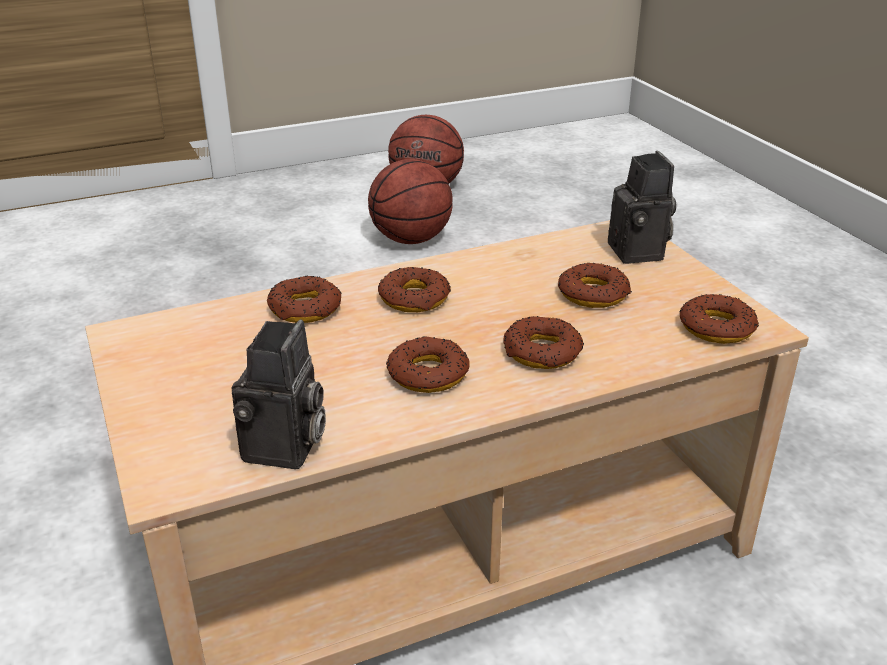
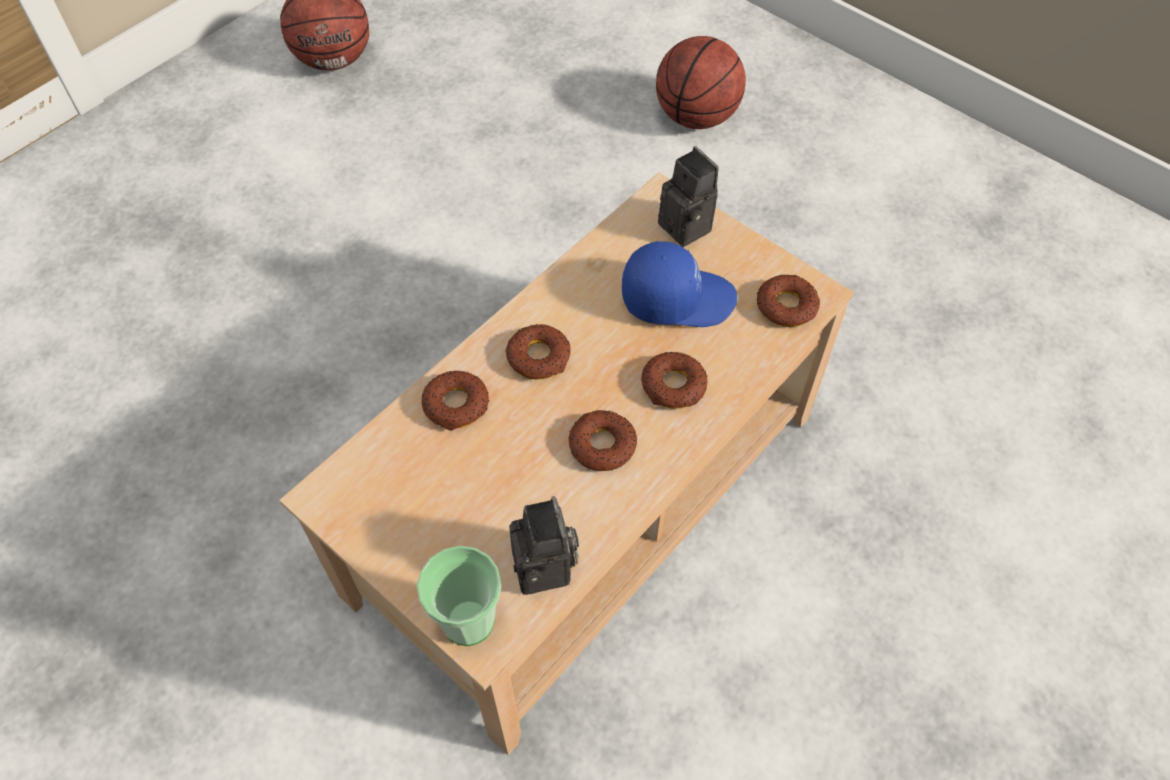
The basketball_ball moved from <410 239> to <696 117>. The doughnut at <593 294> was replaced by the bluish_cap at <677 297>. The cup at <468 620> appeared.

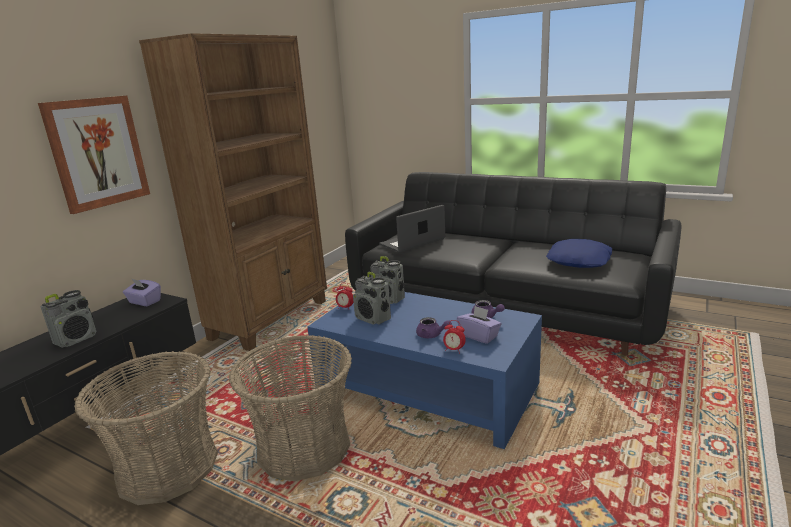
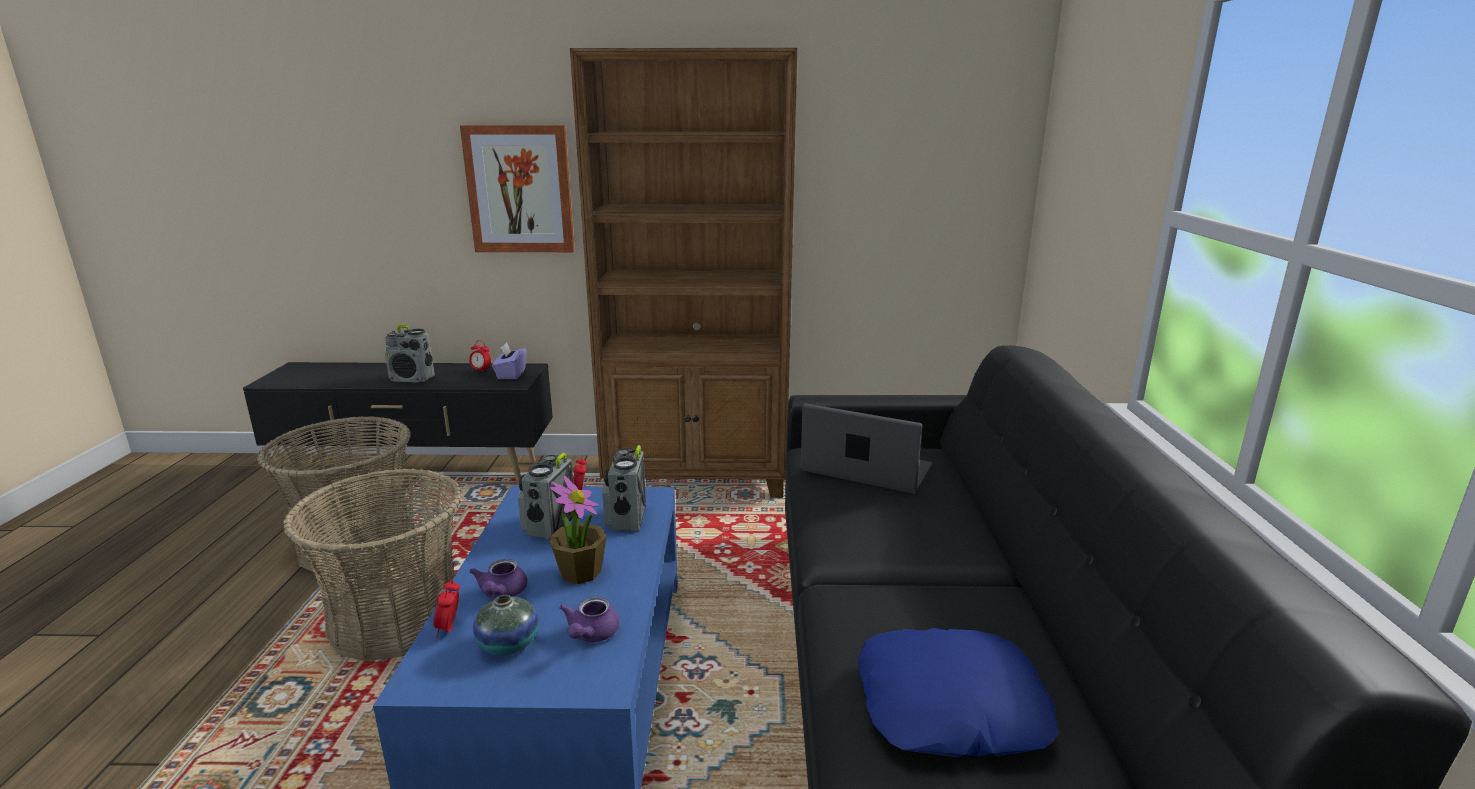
The purple-coloured_box_of_tissues at <479 336> was replaced by the vase at <508 644>. The table_clock at <481 371> appeared. The plant_in_a_pot at <580 572> appeared.

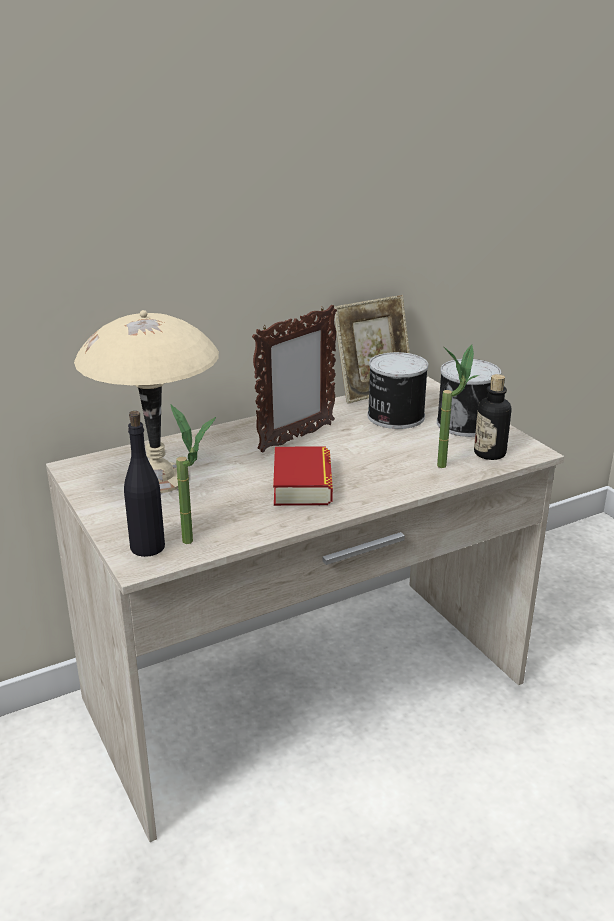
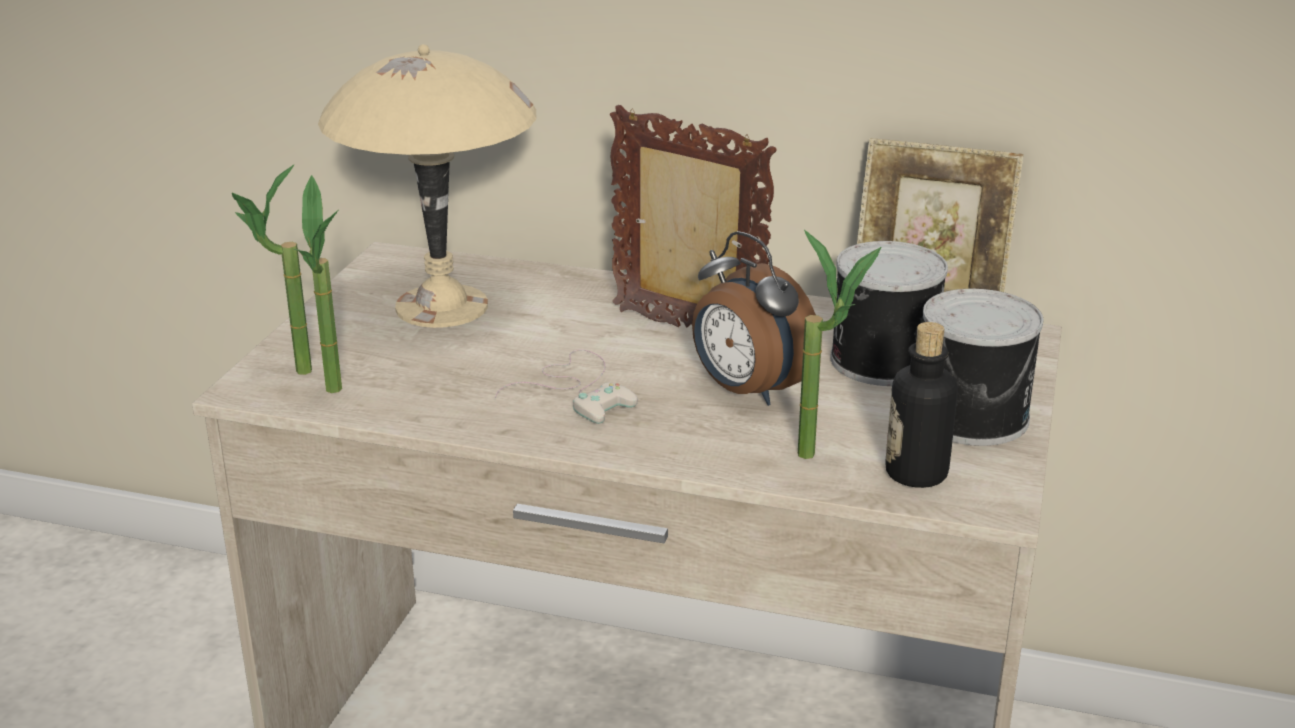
The standing_frame at <296 438> turned 150 degrees counterclockwise. The blackish_beverage_bottle at <148 547> was replaced by the plant_in_a_pot at <288 375>. The volume at <302 484> was replaced by the white_game_controller at <577 389>. The table_clock at <747 391> appeared.

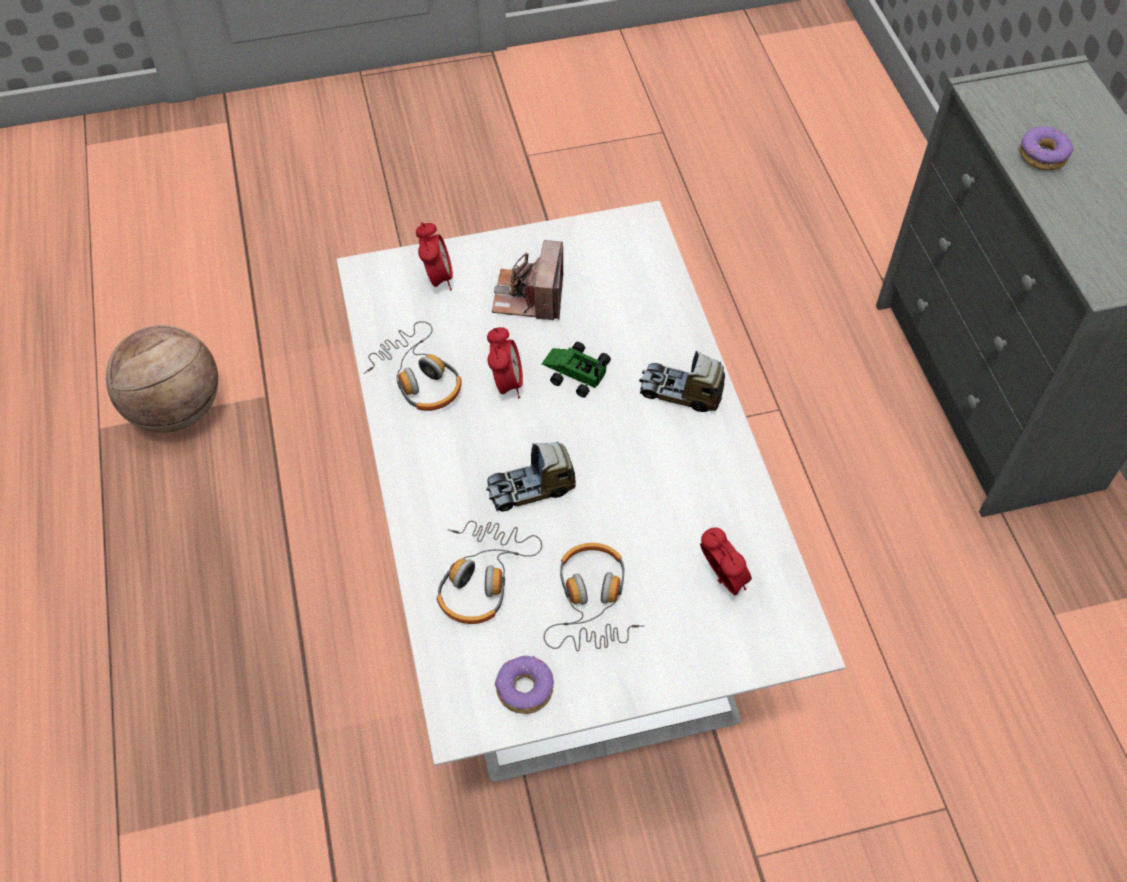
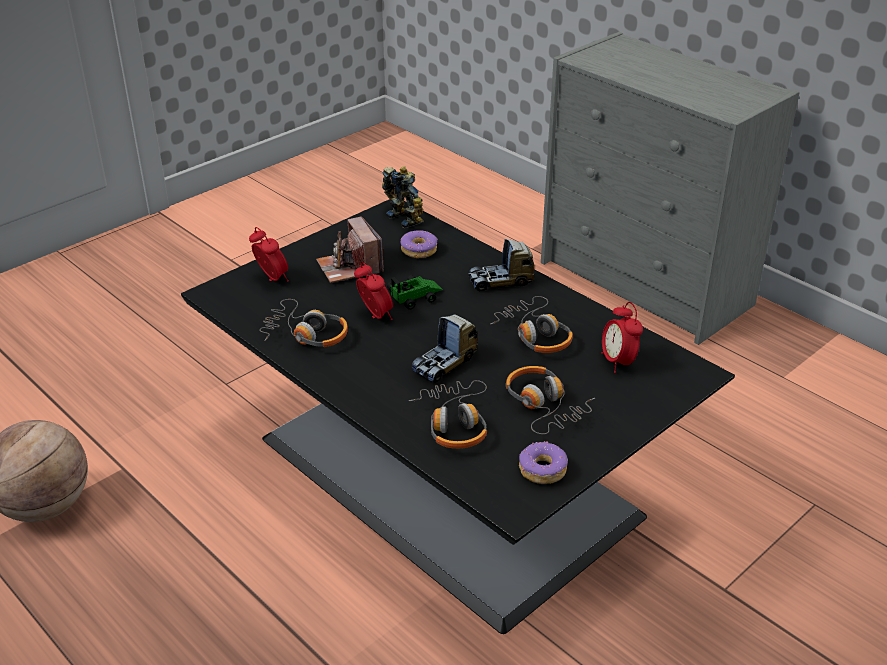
The doughnut moved from <1043 156> to <419 250>. The white_lounge_table at <560 552> became the blackish_lounge_table at <440 472>. The model_car at <573 369> turned 150 degrees clockwise. The table_clock at <721 580> turned 135 degrees counterclockwise. The robot_figure at <406 217> appeared. The headset at <535 334> appeared.

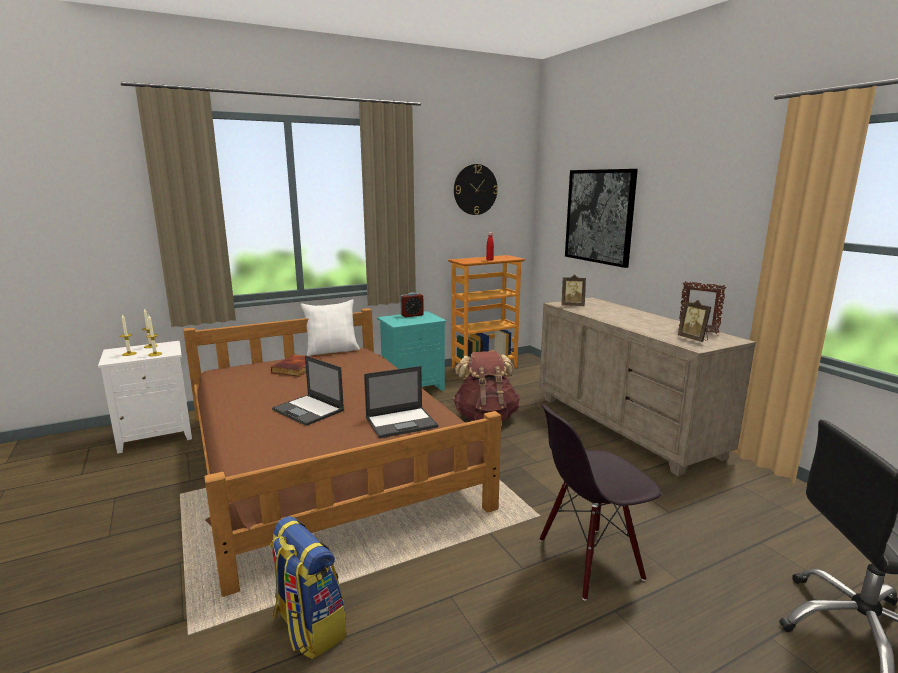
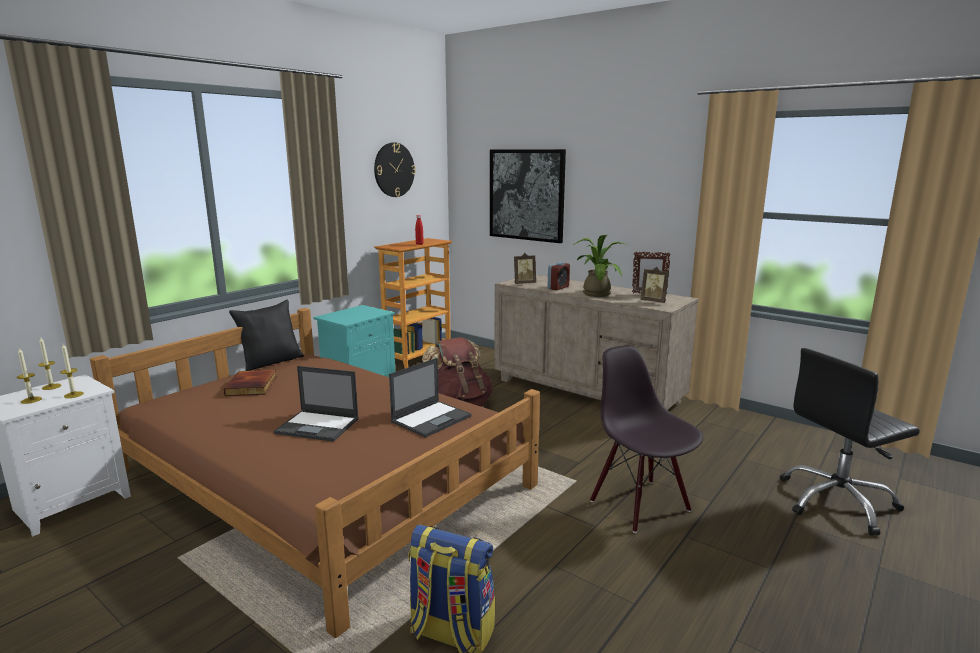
The table_clock moved from <412 315> to <558 288>. The white_throw_pillow at <332 351> became the blackish_throw_pillow at <271 362>. The blackish_plain_chair at <589 560> turned 105 degrees clockwise. The plant_in_a_pot at <597 293> appeared.

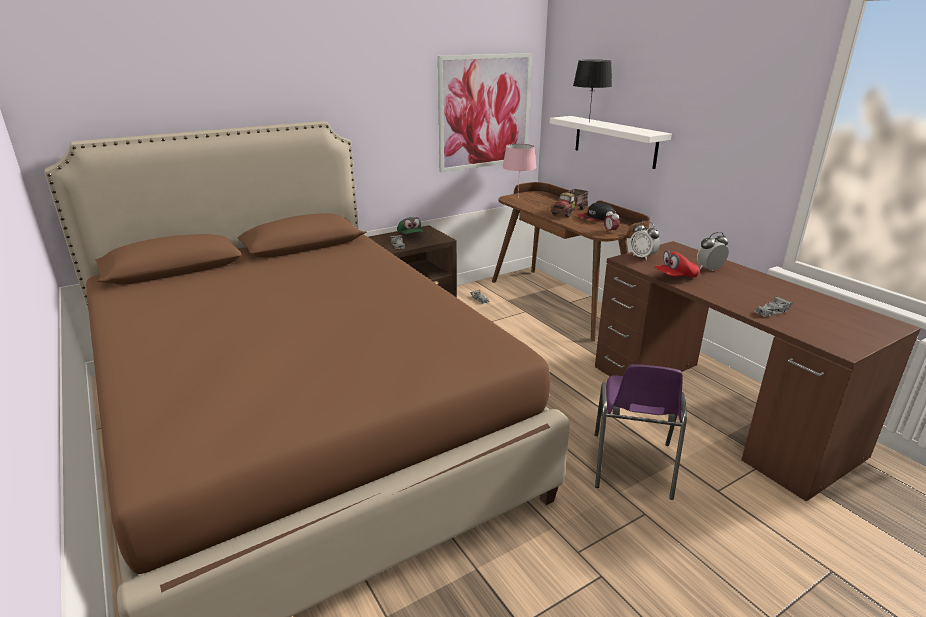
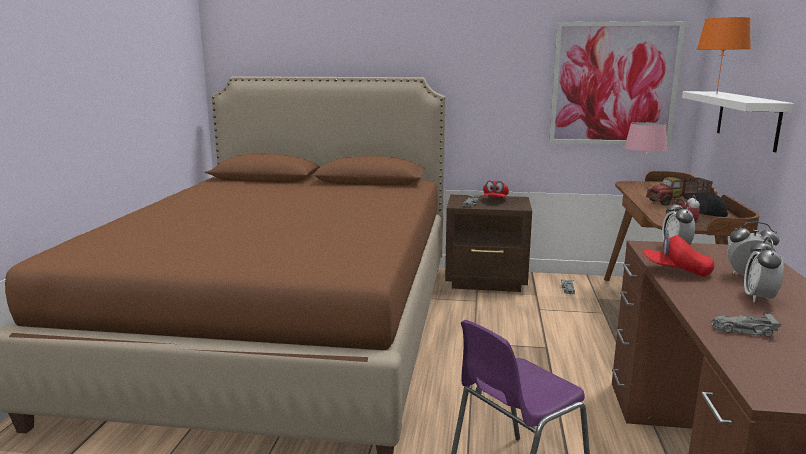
The blackish_lamp_for_a_table at <588 122> became the orangey_lamp_for_a_table at <716 94>. The green-coloured_cap at <410 235> became the reddish_cap at <495 200>. The table_clock at <759 298> appeared.

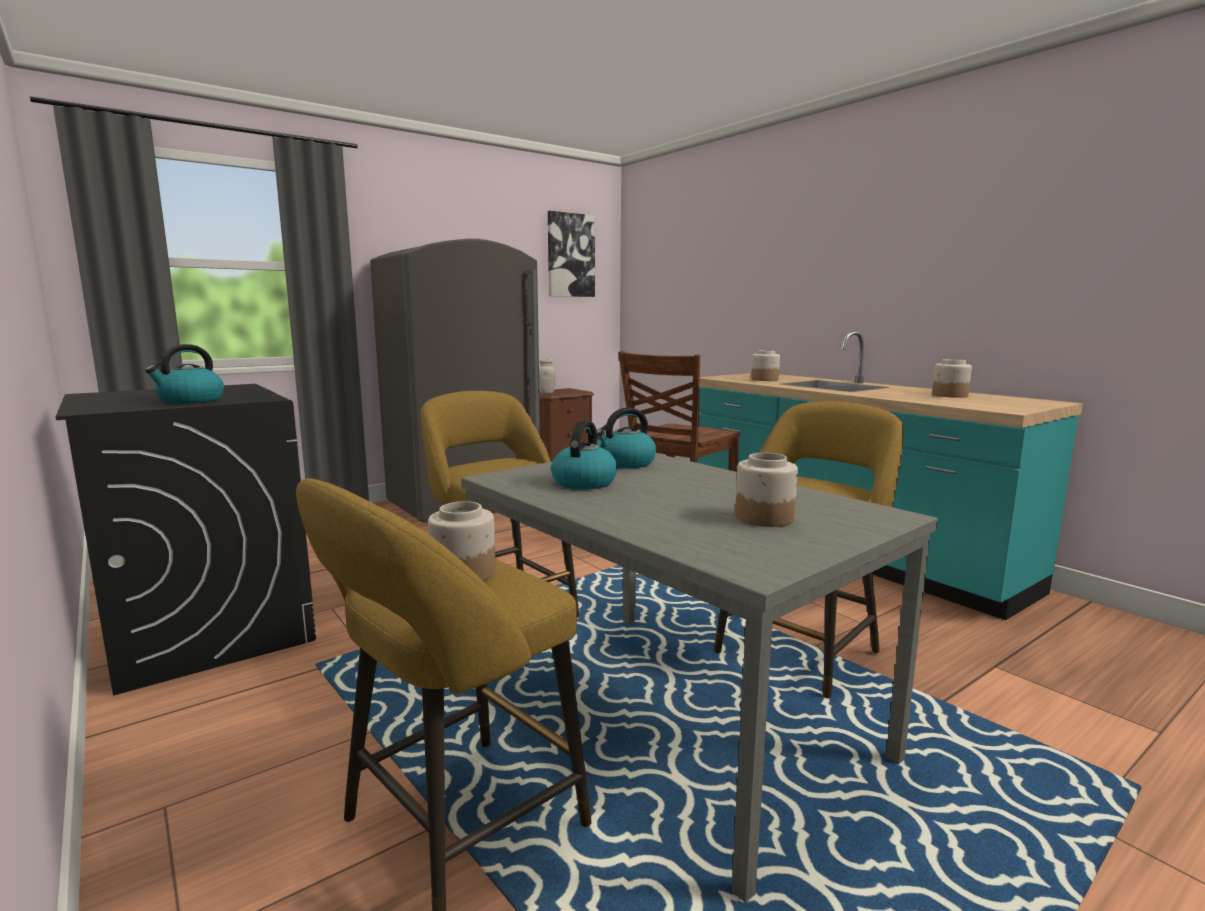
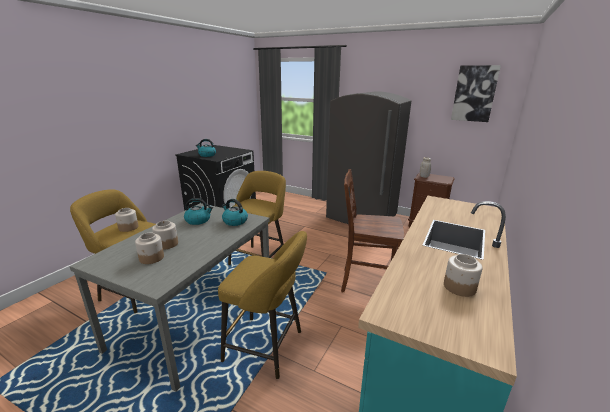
The storage_jar moved from <764 379> to <167 244>.

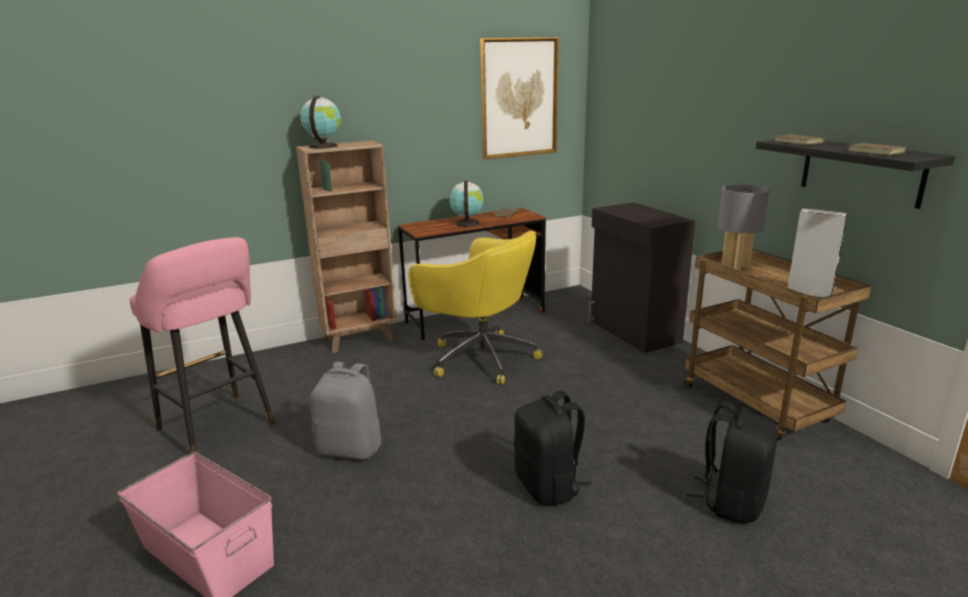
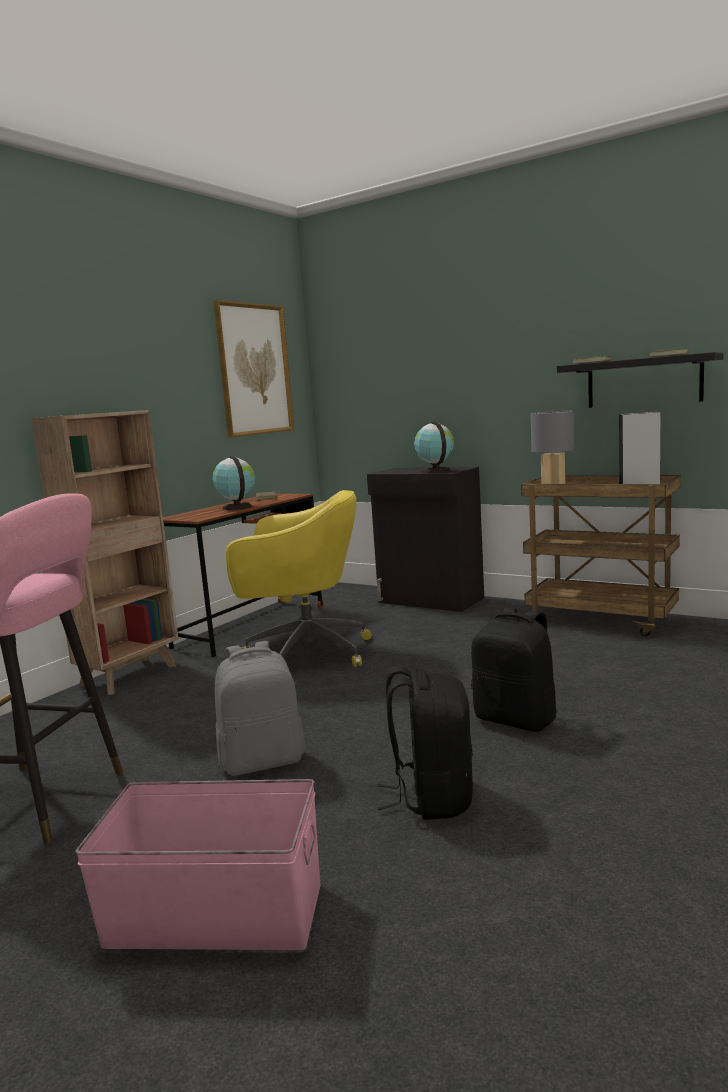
The world_globe moved from <323 146> to <435 471>. The blackish_rucksack moved from <731 501> to <431 797>.

